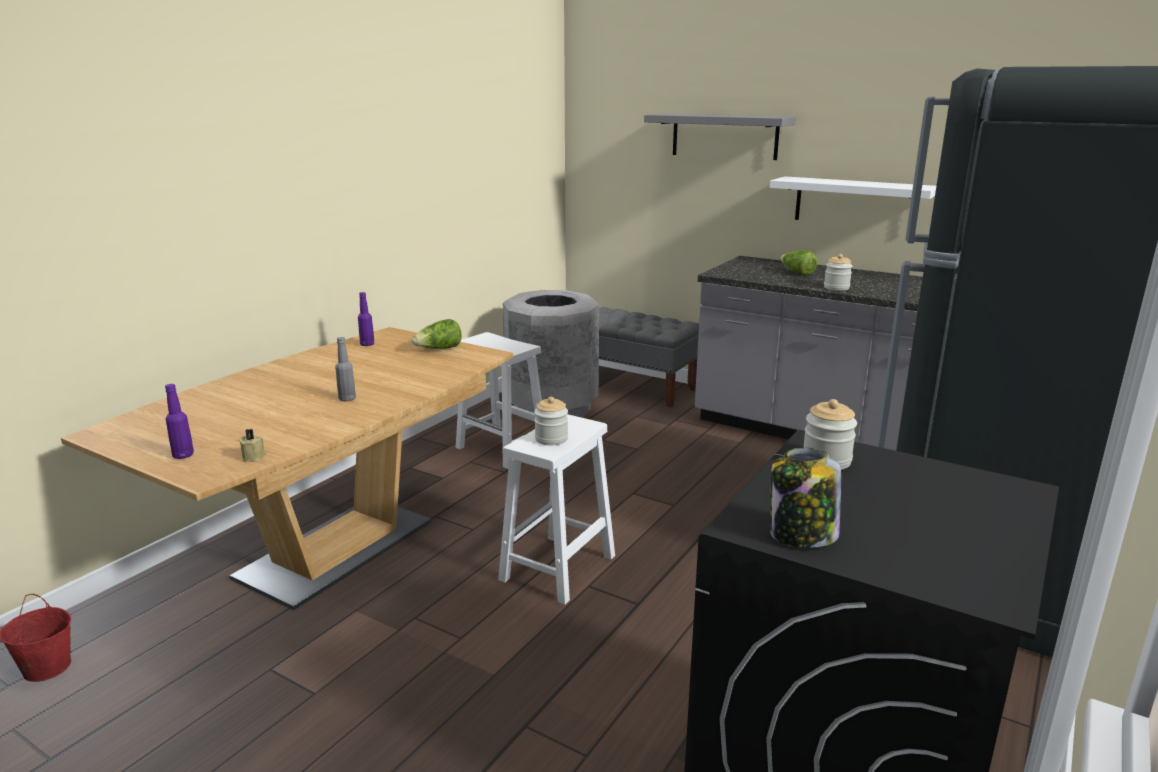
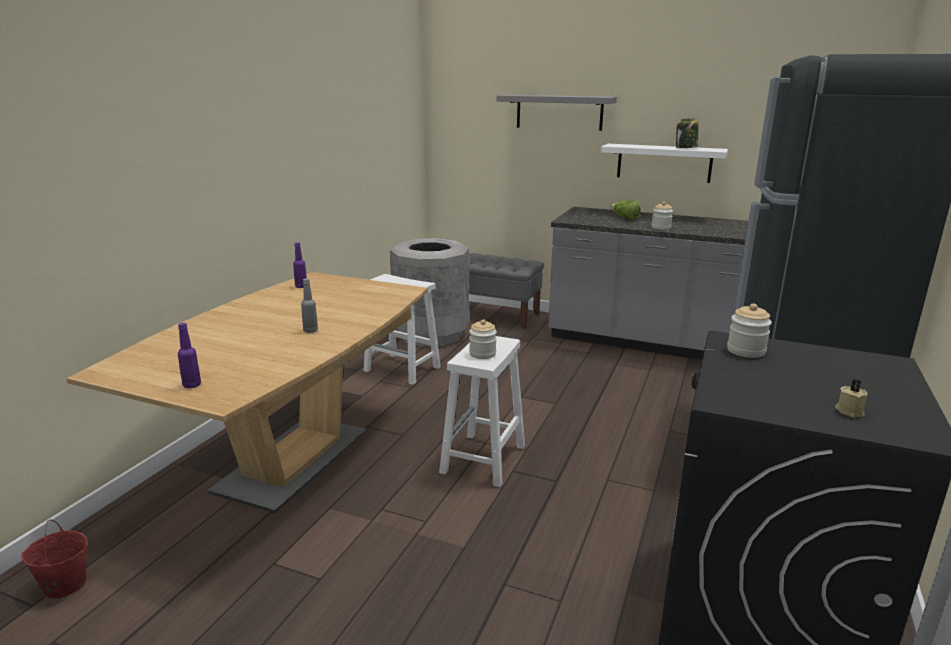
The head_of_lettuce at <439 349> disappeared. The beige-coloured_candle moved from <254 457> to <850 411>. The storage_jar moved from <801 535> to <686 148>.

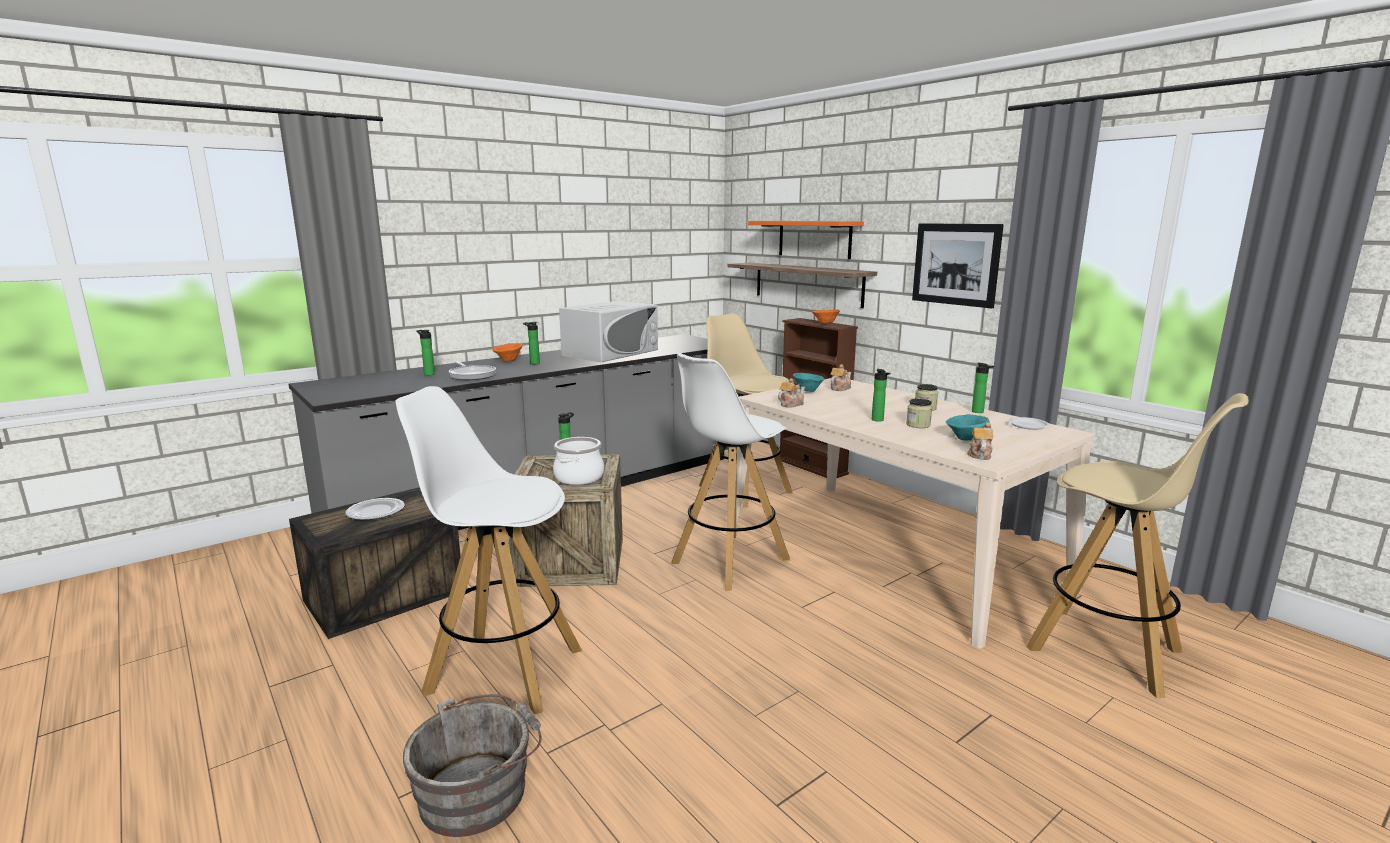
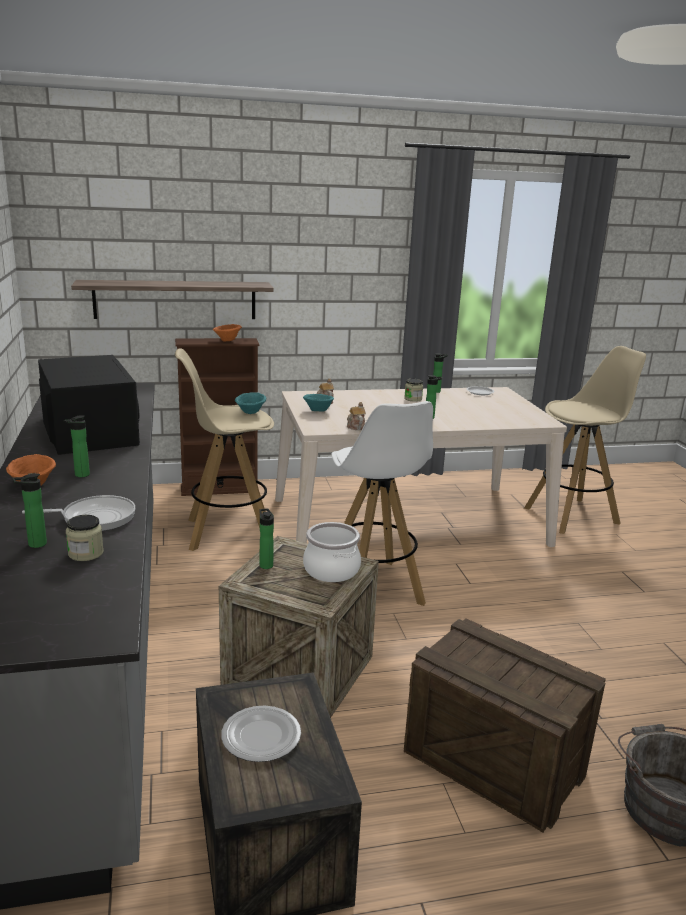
The orangey_wall_shelf at <814 239> disappeared. The wall_picture at <955 264> disappeared. The white_microwave_oven at <611 352> became the blackish_microwave_oven at <90 431>. The white_stool_seat at <503 670> was replaced by the packing_crate at <493 761>. The storage_jar moved from <918 425> to <86 553>. The turquoise_bowl moved from <966 439> to <251 412>. The tea_pot at <979 454> disappeared.

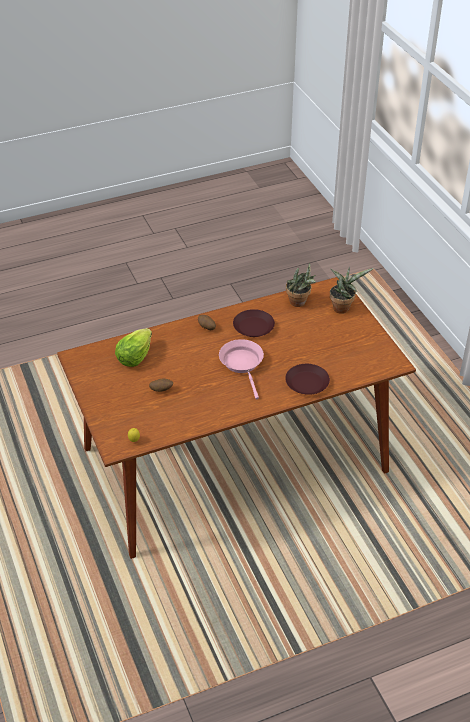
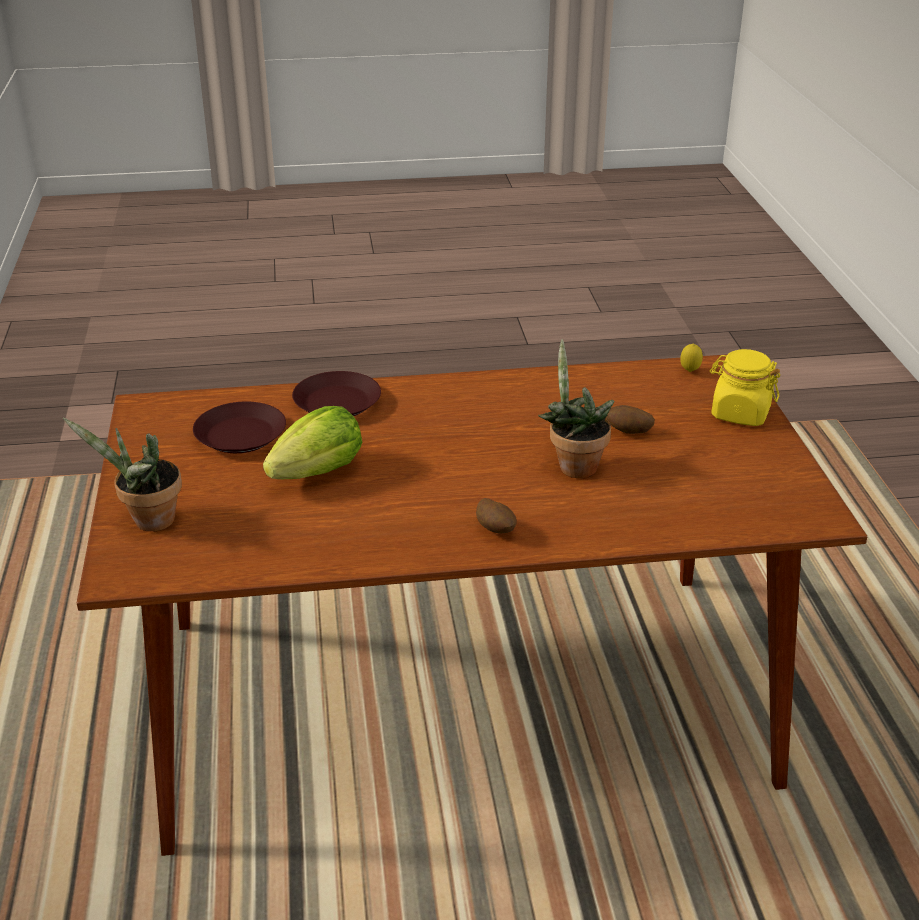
The plant_in_a_pot moved from <300 303> to <573 465>. The brown_dinner_plate moved from <254 326> to <239 436>. The head_of_lettuce moved from <134 357> to <319 473>. The pink_skillet at <242 364> disappeared. The yellow_storage_jar at <740 413> appeared.

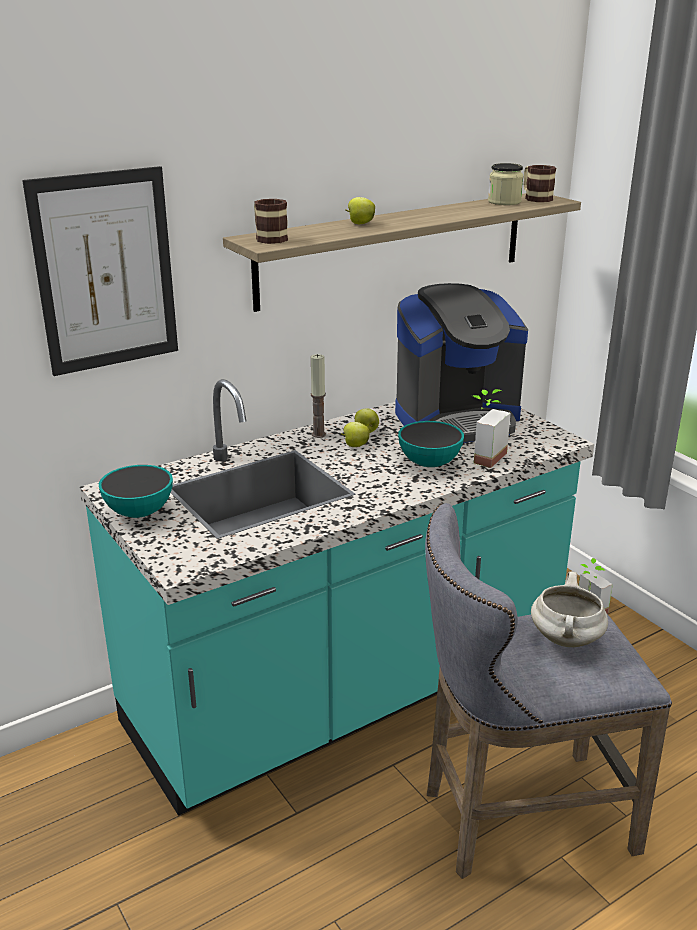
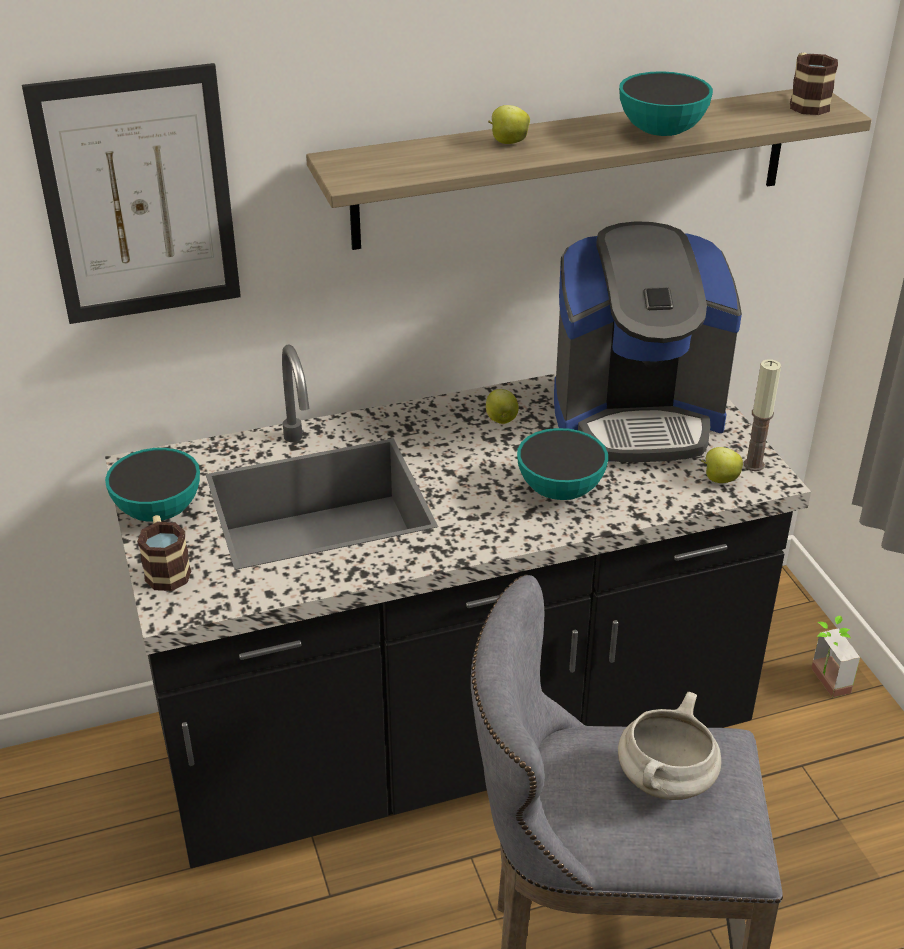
The storage_jar at <504 202> disappeared. The tea_mug moved from <268 238> to <166 569>. The candle moved from <318 434> to <753 465>. The turquoise_kitchen_counter at <348 690> became the blackish_kitchen_counter at <452 740>. The plant_in_a_pot at <483 456> disappeared. The whole_apple moved from <355 446> to <719 479>. The bowl at <661 132> appeared.

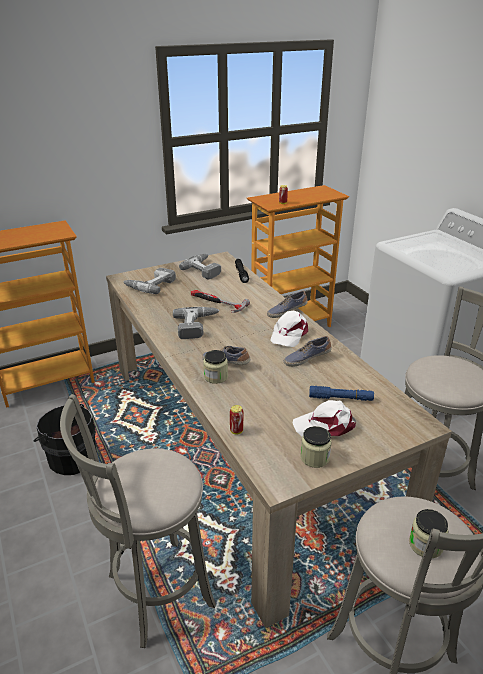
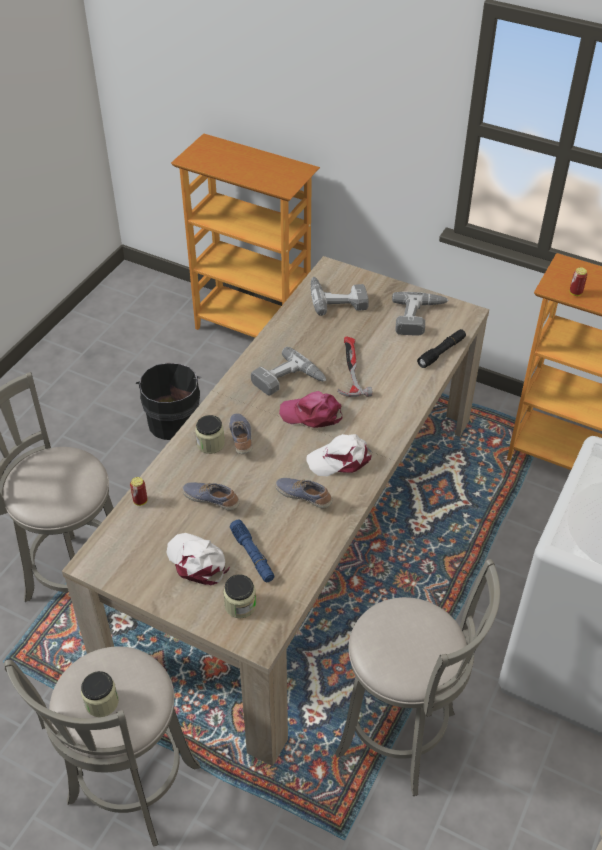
The shoe moved from <286 311> to <211 499>. The storage_jar moved from <314 458> to <240 605>. The pink_cap at <312 414> appeared.

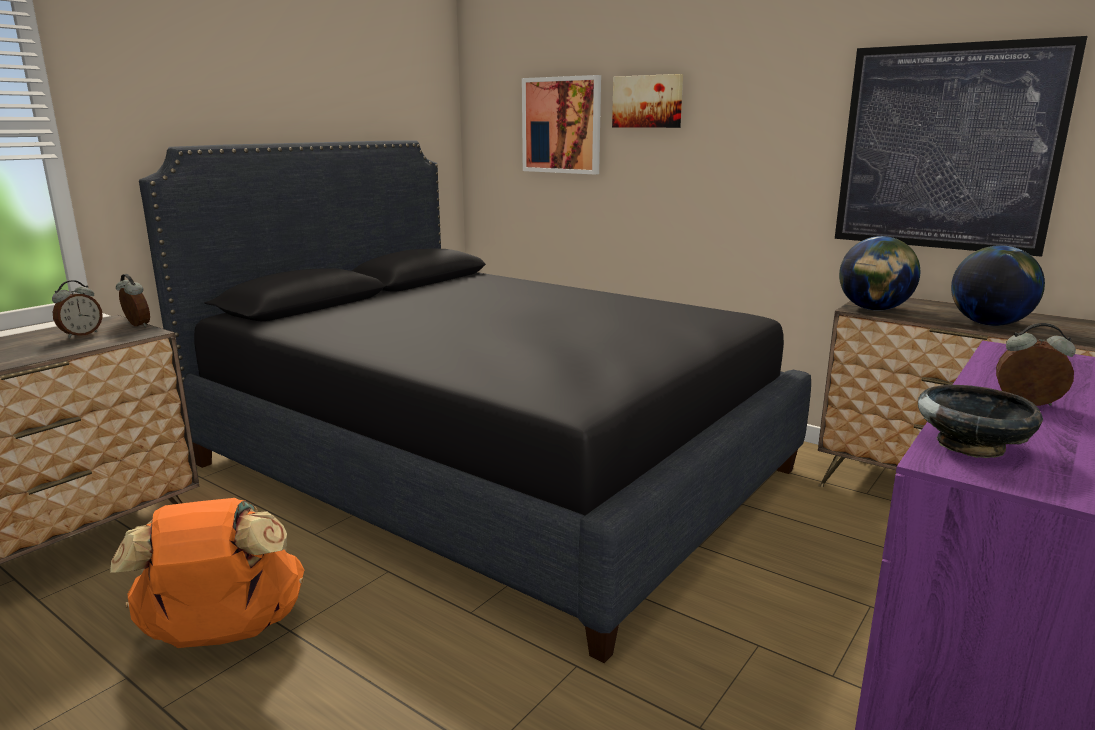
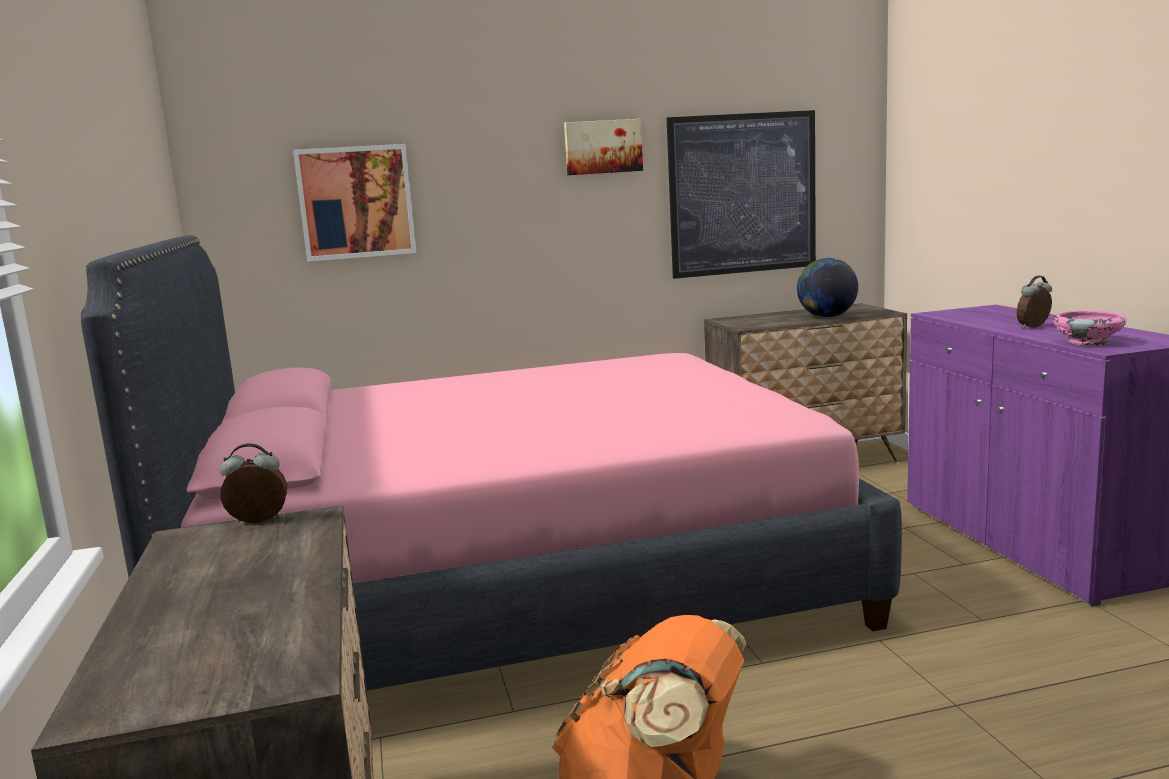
The wall_picture moved from <648 101> to <603 147>. The blackish_bed at <489 466> became the pink_bed at <514 586>. The world_globe at <874 309> disappeared. The table_clock at <81 334> disappeared. The blackish_bowl at <972 446> became the pink_bowl at <1088 343>.

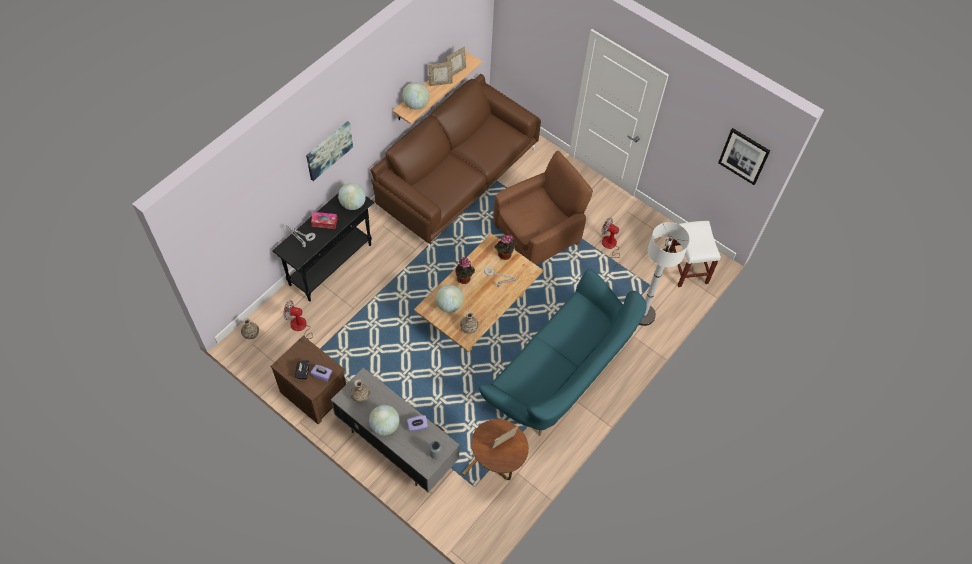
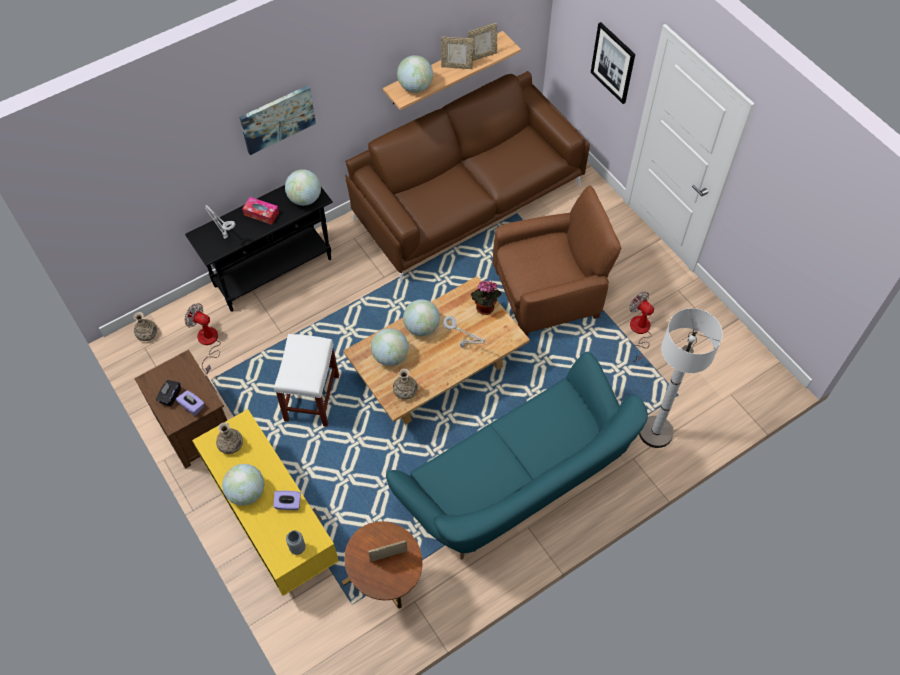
The wall_picture moved from <744 156> to <613 63>. The white_stool_seat moved from <688 268> to <312 399>. The plant_in_a_pot at <464 279> was replaced by the world_globe at <422 327>. The grey_tv_stand at <396 444> became the yellow_tv_stand at <271 520>.

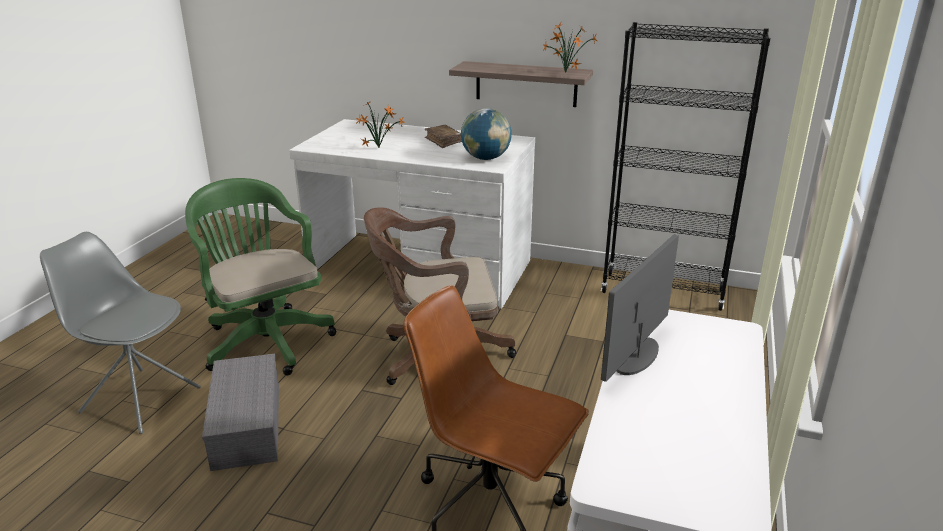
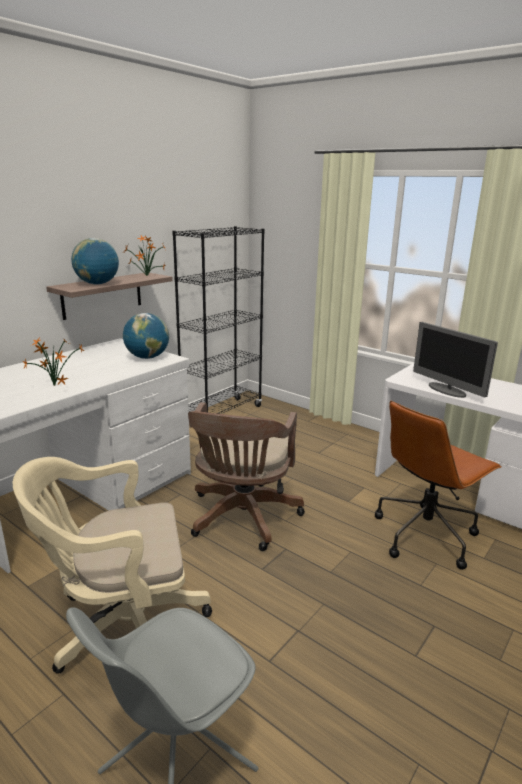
The brown_volume at <444 141> disappeared. The green-coloured_desk_chair at <265 339> became the beige-coloured_desk_chair at <122 626>. The grey_storage_container at <248 426> disappeared. The world_globe at <97 284> appeared.

